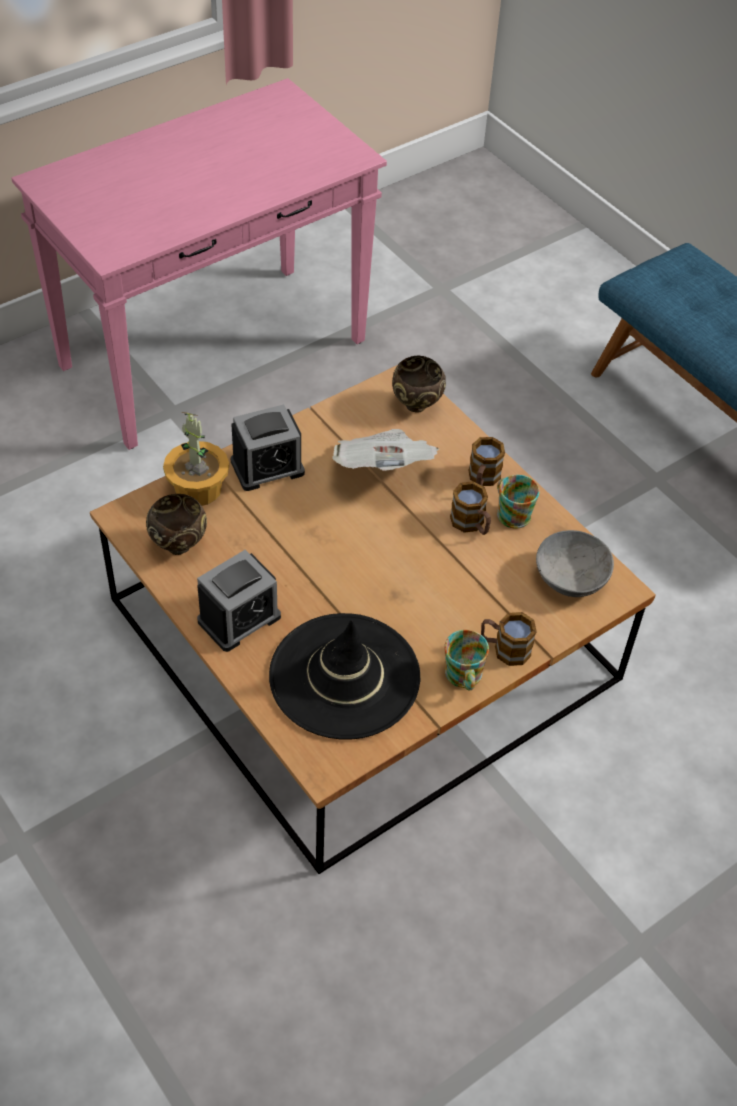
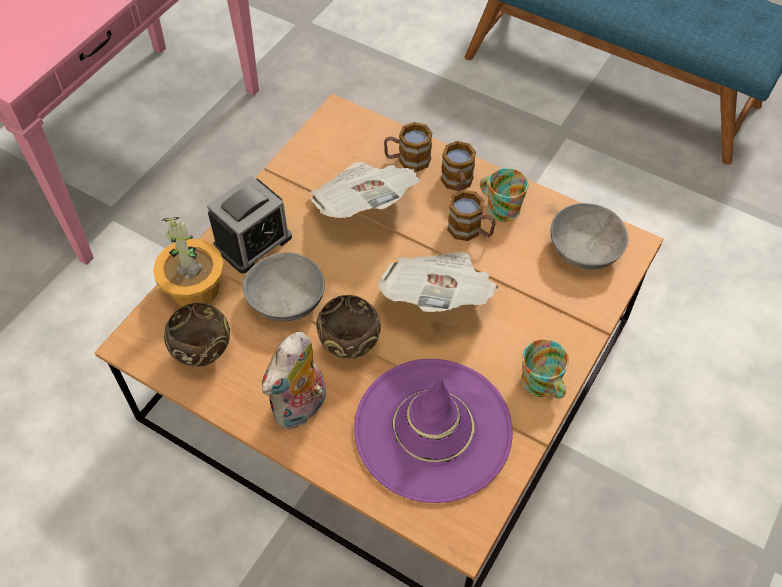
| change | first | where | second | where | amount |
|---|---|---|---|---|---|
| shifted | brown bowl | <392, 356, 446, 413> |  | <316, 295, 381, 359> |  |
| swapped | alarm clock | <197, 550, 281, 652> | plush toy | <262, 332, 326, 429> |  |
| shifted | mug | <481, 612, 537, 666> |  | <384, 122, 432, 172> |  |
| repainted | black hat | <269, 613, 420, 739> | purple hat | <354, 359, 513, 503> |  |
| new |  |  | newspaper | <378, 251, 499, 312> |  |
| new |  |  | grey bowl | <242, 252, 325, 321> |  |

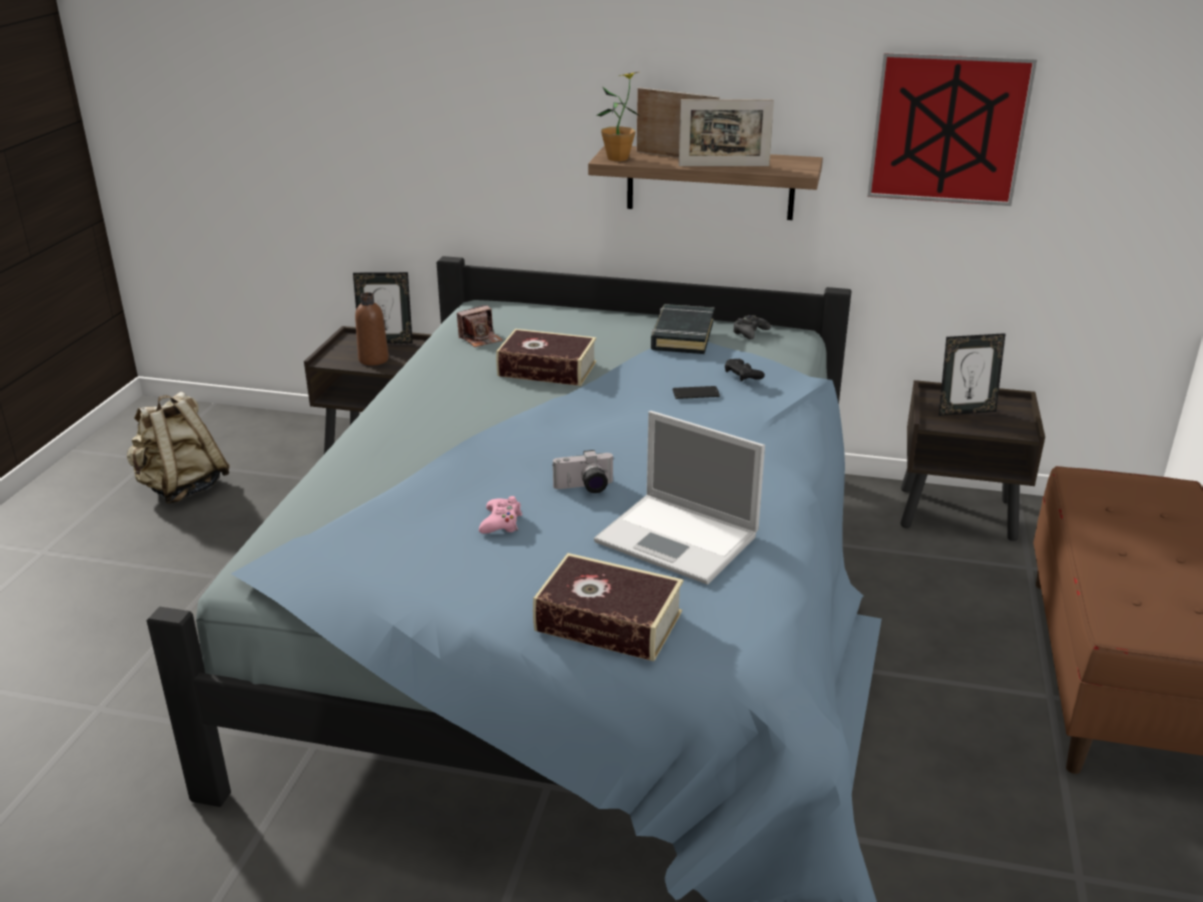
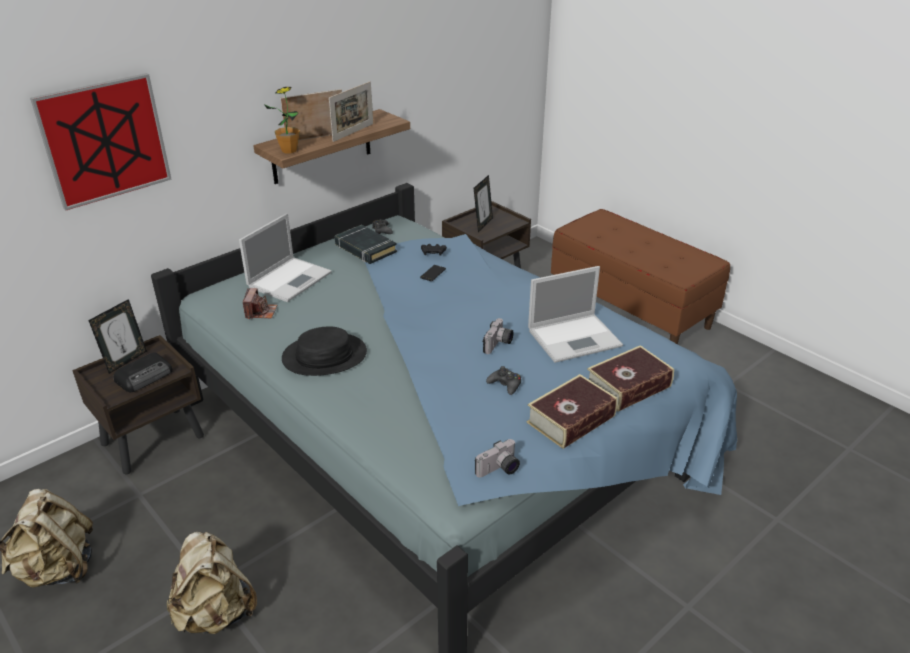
| change | first | where | second | where | amount |
|---|---|---|---|---|---|
| shifted | picture | <867, 52, 1037, 206> |  | <30, 73, 172, 210> |  |
| swapped | brown bottle | <355, 292, 389, 366> | radio | <113, 352, 173, 392> |  |
| shifted | book | <496, 329, 596, 386> |  | <527, 374, 617, 449> |  |
| repainted | pink game controller | <479, 496, 522, 534> | black game controller | <486, 366, 521, 395> |  |
| new |  |  | laptop | <239, 213, 332, 302> |  |
| new |  |  | black hat | <282, 326, 367, 376> |  |
| new |  |  | photo camera | <475, 439, 520, 478> |  |
| new |  |  | beige backpack | <167, 532, 257, 634> |  |

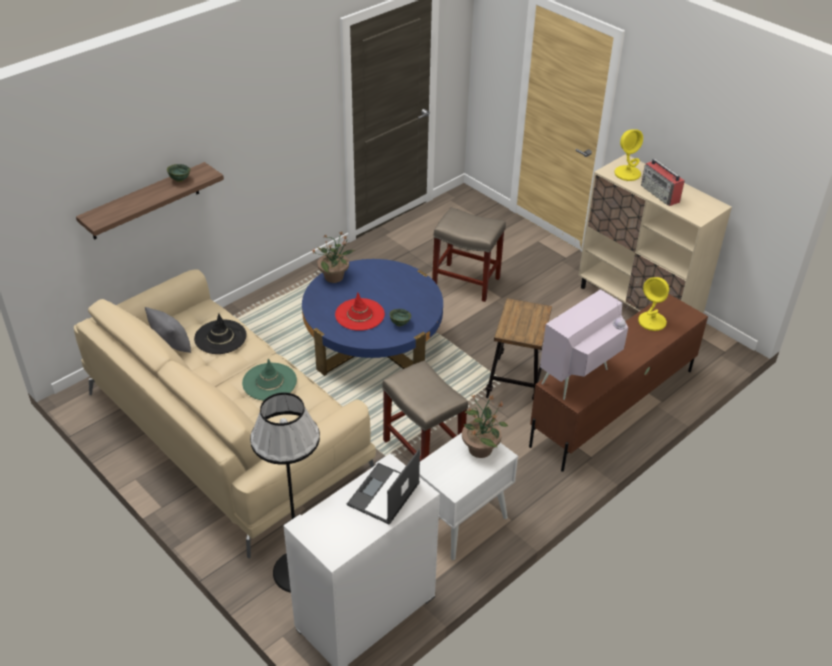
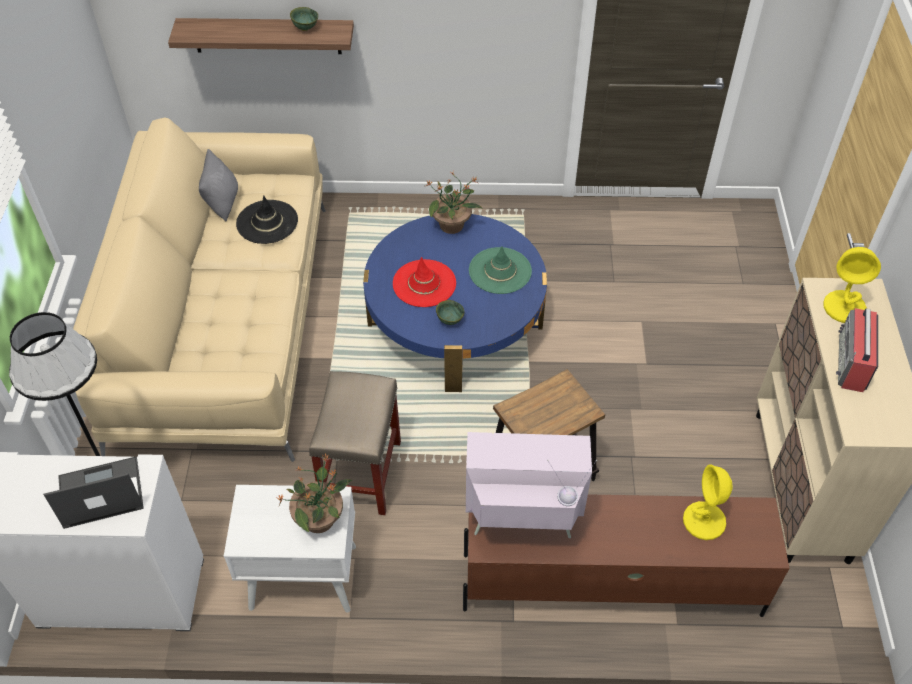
| change | first | where | second | where | amount |
|---|---|---|---|---|---|
| gone | beige stool | <432, 207, 506, 302> |  |  |  |
| shifted | green hat | <242, 359, 297, 401> |  | <469, 246, 532, 294> |  |

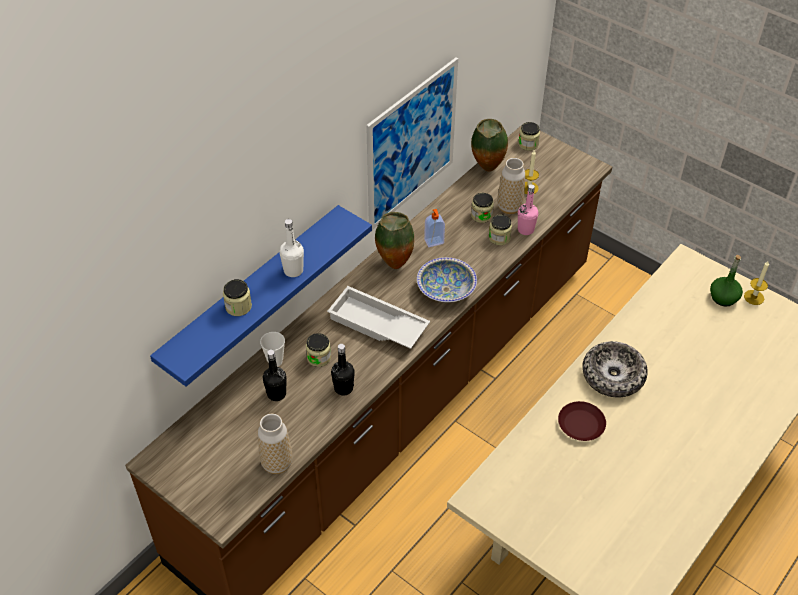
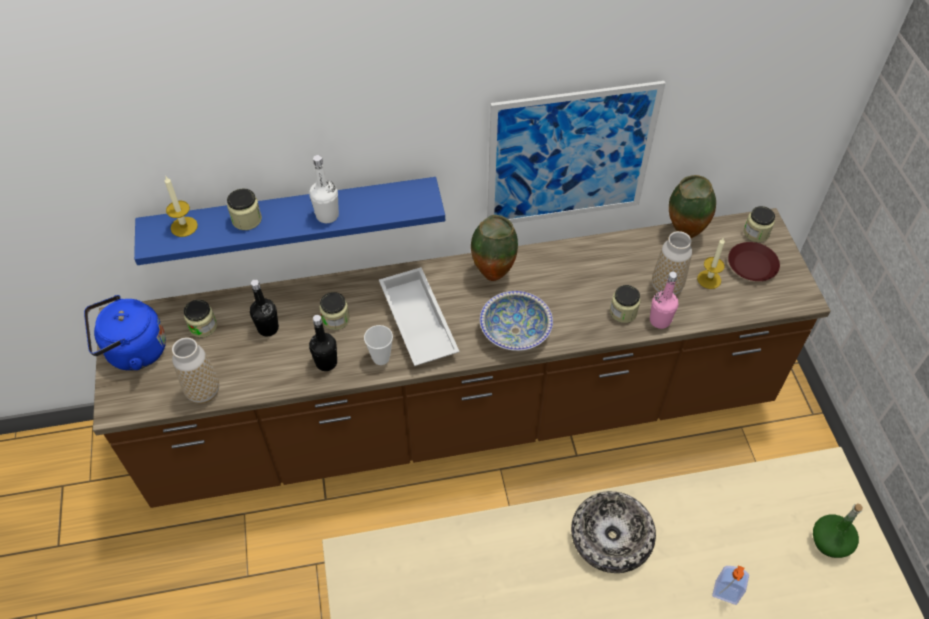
| change | first | where | second | where | amount |
|---|---|---|---|---|---|
| shifted | jar | <471, 193, 494, 223> |  | <184, 300, 217, 337> |  |
| shifted | soap dispenser | <424, 209, 445, 247> |  | <712, 566, 749, 605> |  |
| shifted | candle | <744, 260, 769, 305> |  | <165, 177, 198, 237> |  |
| shifted | cup | <260, 332, 285, 367> |  | <364, 325, 393, 365> |  |
| shifted | brown plate | <558, 401, 606, 441> |  | <728, 242, 780, 281> |  |
| new |  |  | blue kettle | <84, 295, 166, 371> |  |

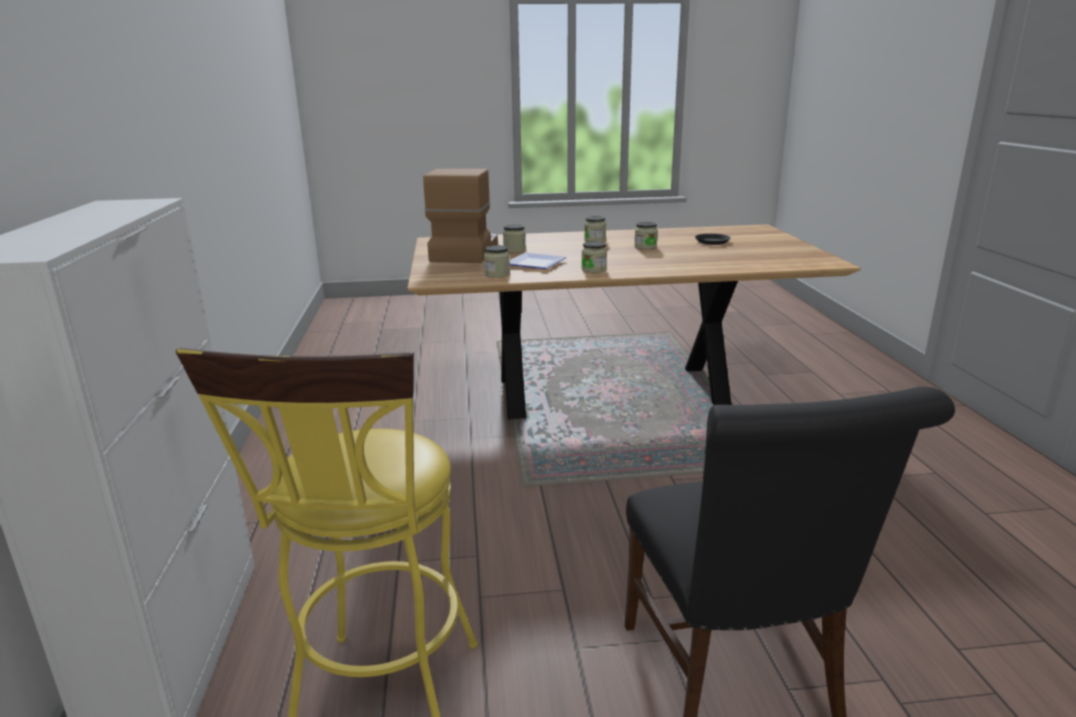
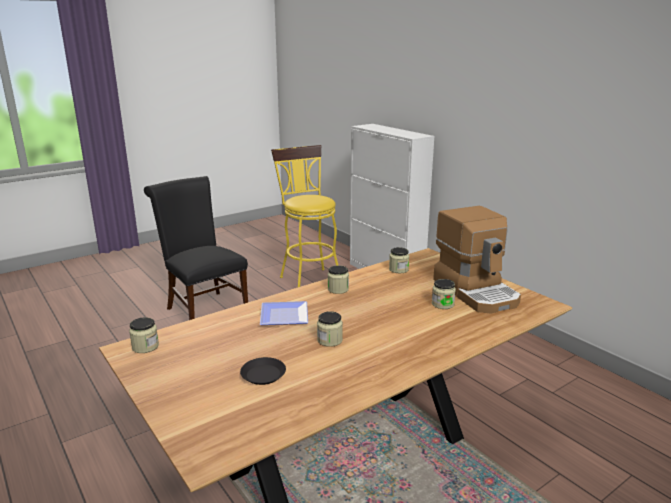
| change | first | where | second | where | amount |
|---|---|---|---|---|---|
| shifted | jar | <584, 216, 606, 242> |  | <129, 317, 159, 353> |  |
| shifted | plate | <510, 253, 567, 269> |  | <260, 301, 308, 325> |  |

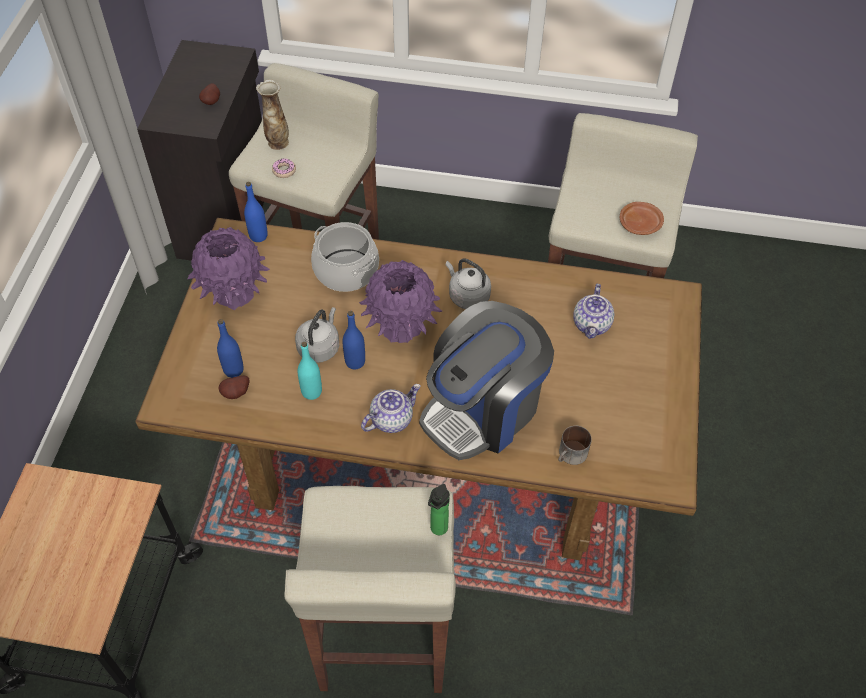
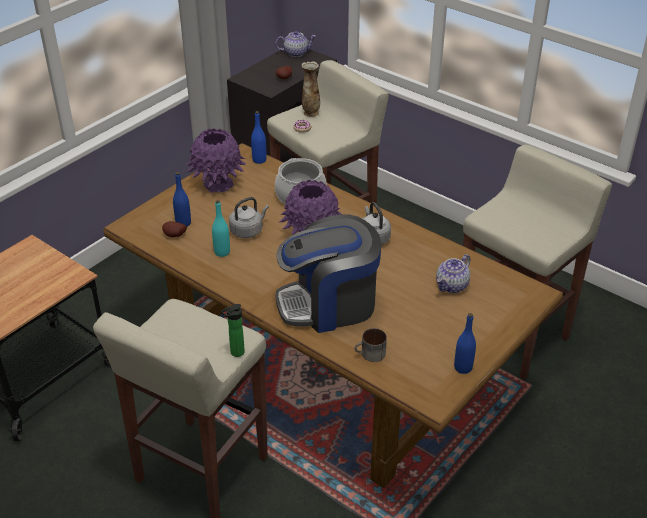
| change | first | where | second | where | amount |
|---|---|---|---|---|---|
| gone | brown plate | <620, 202, 664, 235> |  |  |  |
| shifted | blue bottle | <343, 311, 365, 369> |  | <454, 313, 476, 374> |  |
| shifted | teapot | <361, 384, 421, 433> |  | <275, 31, 316, 57> |  |

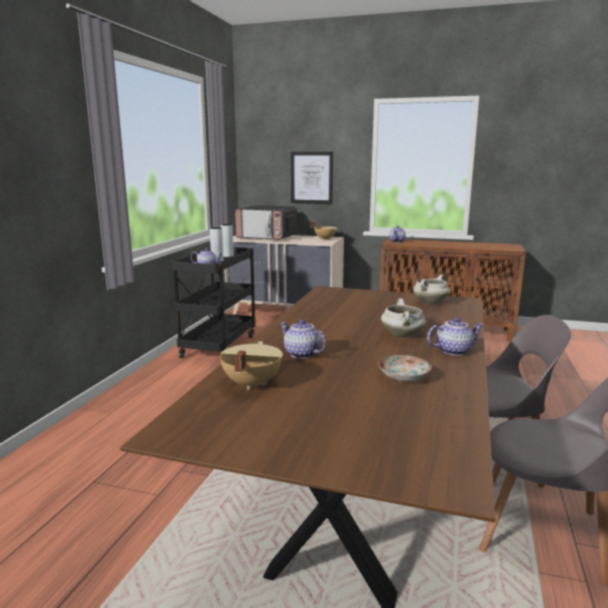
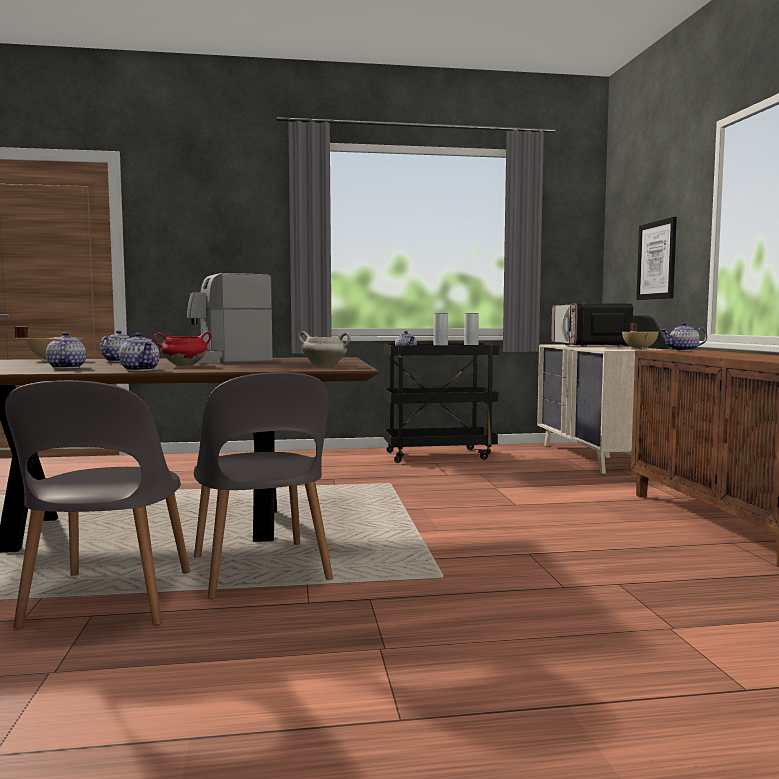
| change | first | where | second | where | amount |
|---|---|---|---|---|---|
| repainted | white cooking pot | <381, 298, 426, 338> | red cooking pot | <154, 331, 212, 366> |  |
| swapped | plate | <378, 355, 432, 382> | teapot | <46, 332, 86, 369> |  |
| new |  |  | coffee machine | <187, 273, 273, 363> |  |

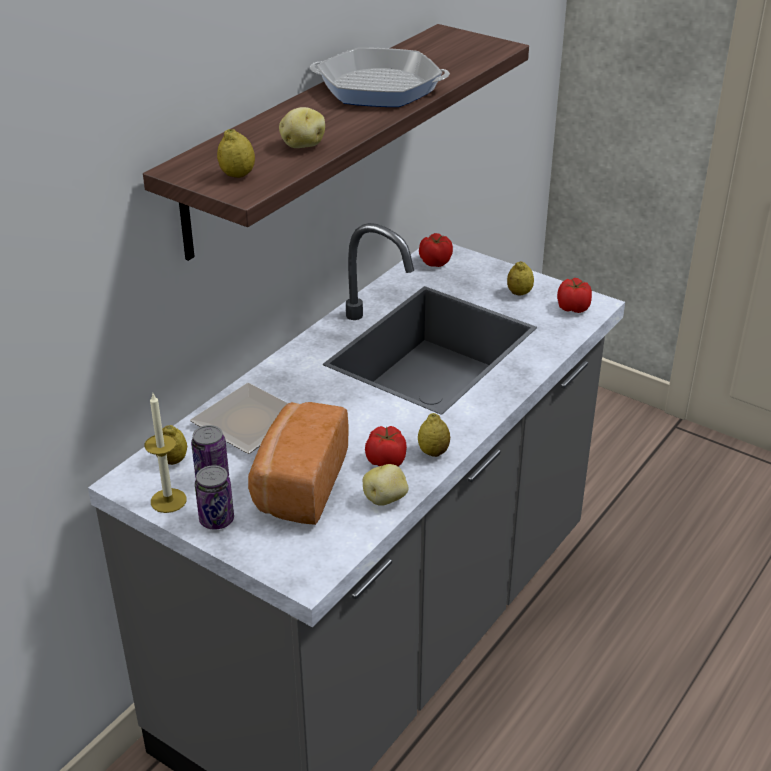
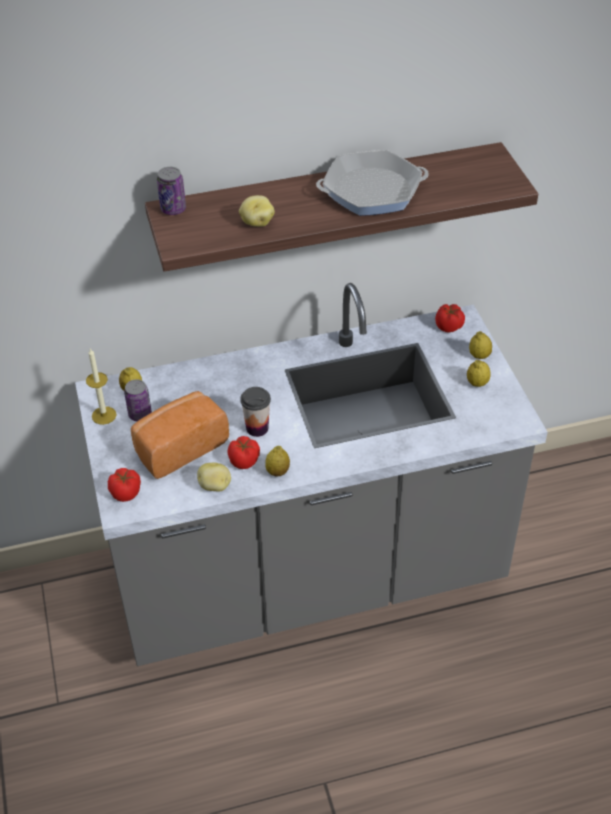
| change | first | where | second | where | amount |
|---|---|---|---|---|---|
| rotated | frying pan | <310, 47, 450, 107> |  | <316, 150, 429, 216> | 120 degrees clockwise |
| shifted | lemon | <217, 129, 255, 178> |  | <469, 331, 492, 359> |  |
| shifted | tomato | <557, 278, 592, 313> |  | <108, 468, 141, 502> |  |
| gone | plate | <190, 383, 288, 454> |  |  |  |
| shifted | can | <195, 465, 234, 530> |  | <157, 167, 186, 215> |  |
| new |  |  | cup | <240, 387, 271, 437> |  |

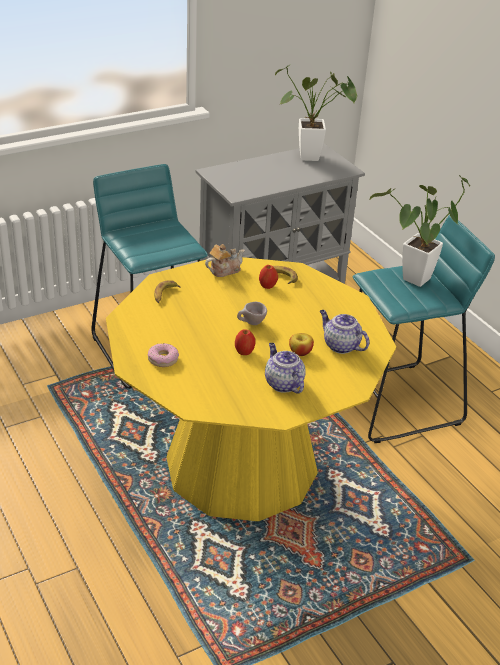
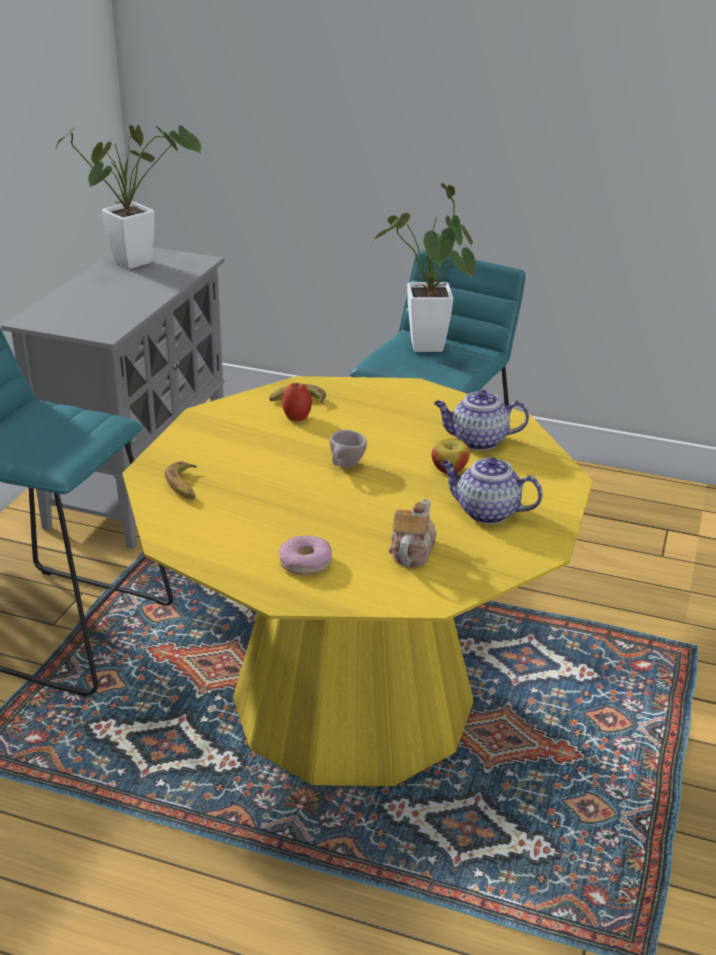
| change | first | where | second | where | amount |
|---|---|---|---|---|---|
| shifted | teapot | <205, 244, 245, 277> |  | <389, 499, 436, 567> |  |
| gone | apple | <235, 329, 256, 355> |  |  |  |

